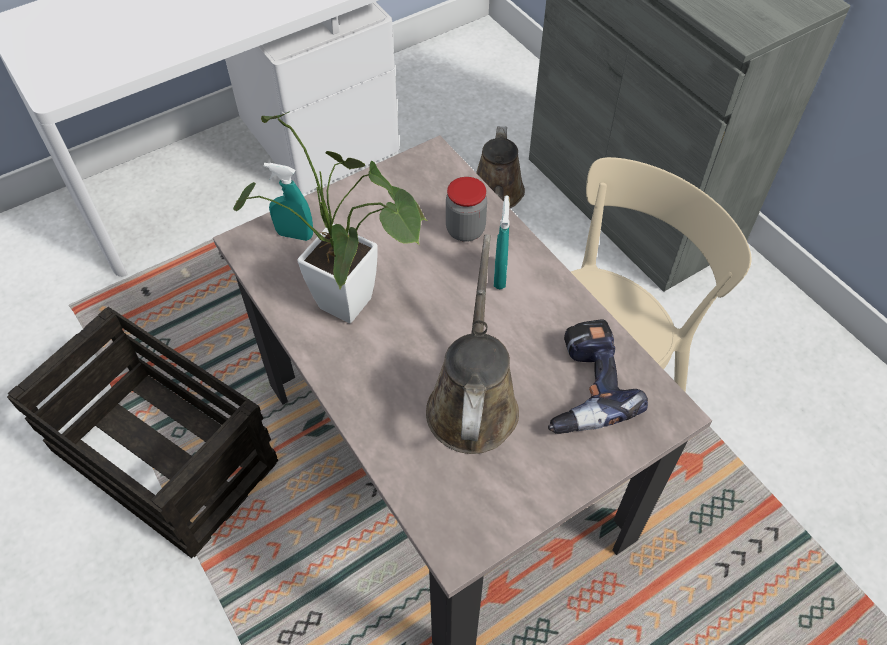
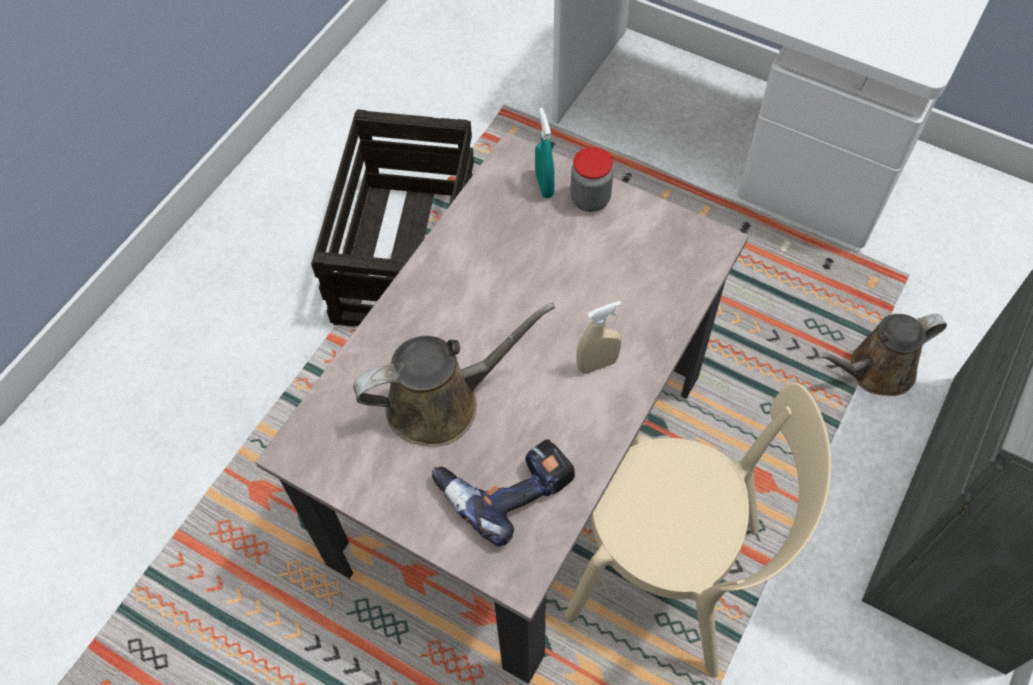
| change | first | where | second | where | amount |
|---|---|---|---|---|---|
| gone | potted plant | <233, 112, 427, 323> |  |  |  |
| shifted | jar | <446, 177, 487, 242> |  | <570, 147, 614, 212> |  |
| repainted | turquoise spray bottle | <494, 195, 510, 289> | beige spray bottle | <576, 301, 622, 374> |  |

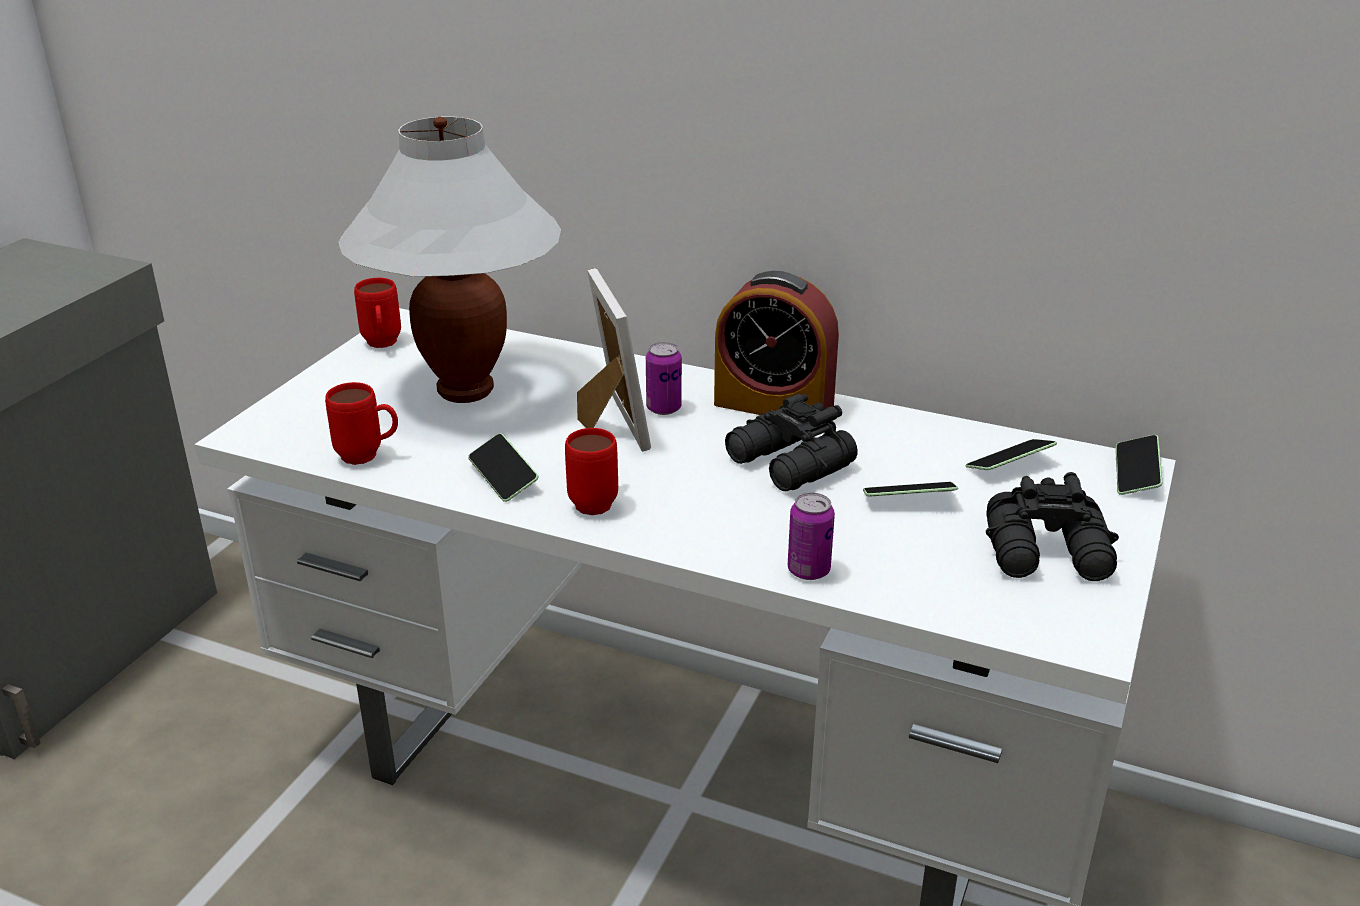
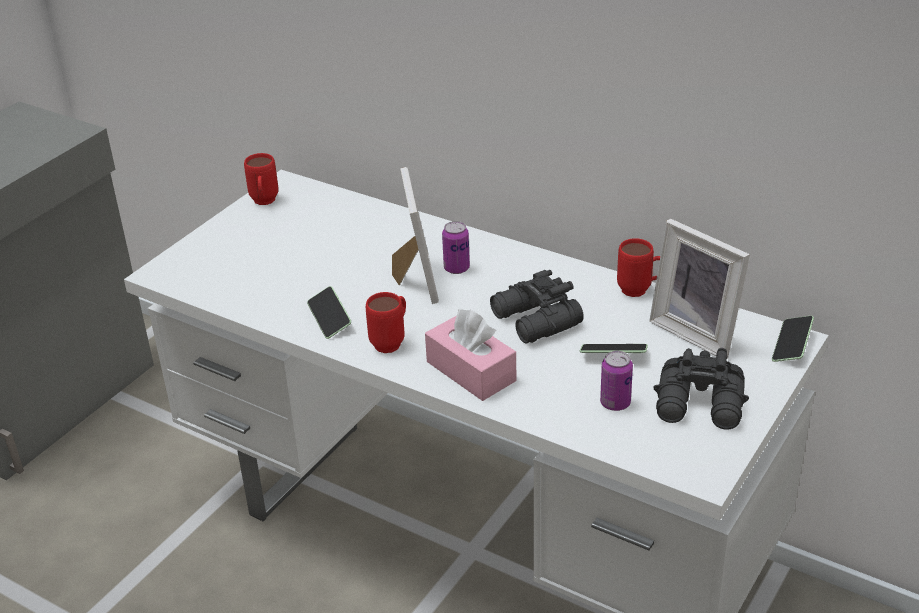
| change | first | where | second | where | amount |
|---|---|---|---|---|---|
| gone | white table lamp | <338, 117, 561, 403> |  |  |  |
| gone | alarm clock | <714, 271, 839, 415> |  |  |  |
| shifted | red mug | <325, 382, 398, 465> |  | <617, 238, 660, 297> |  |
| swapped | phone | <966, 439, 1057, 470> | picture frame | <649, 219, 750, 359> |  |
| shifted | can | <788, 493, 835, 580> |  | <600, 351, 633, 411> |  |
| new |  |  | pink tissue box | <425, 309, 516, 401> |  |

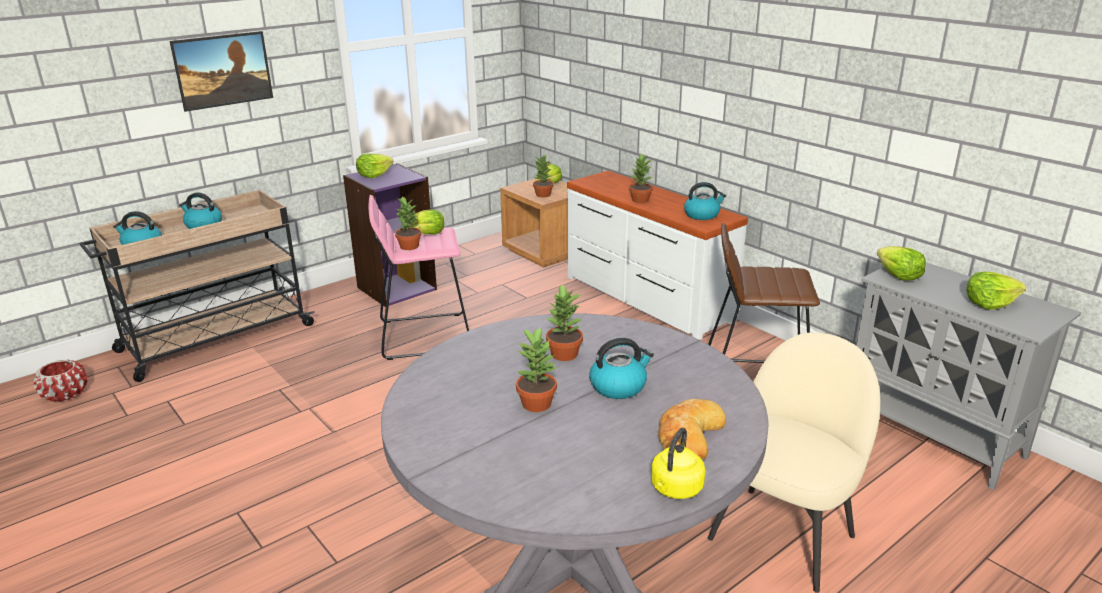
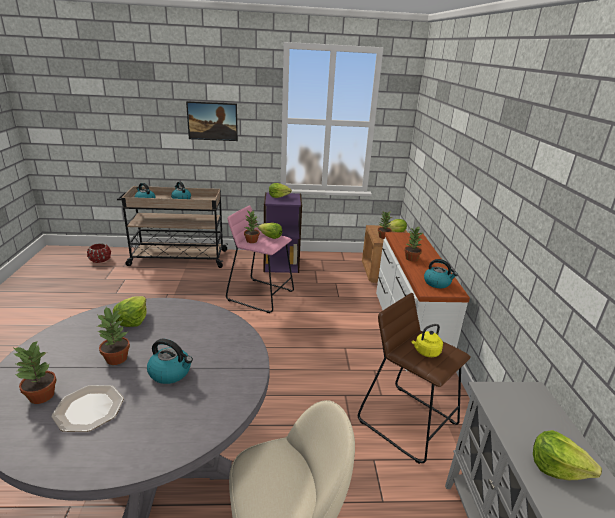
| change | first | where | second | where | amount |
|---|---|---|---|---|---|
| shifted | lettuce | <877, 246, 926, 281> |  | <113, 296, 147, 327> |  |
| shifted | potted plant | <546, 285, 583, 361> |  | <13, 340, 57, 404> |  |
| gone | bread | <658, 399, 726, 459> |  |  |  |
| shifted | yellow kettle | <651, 428, 705, 499> |  | <412, 324, 443, 357> |  |
| new |  |  | plate | <52, 385, 124, 432> |  |

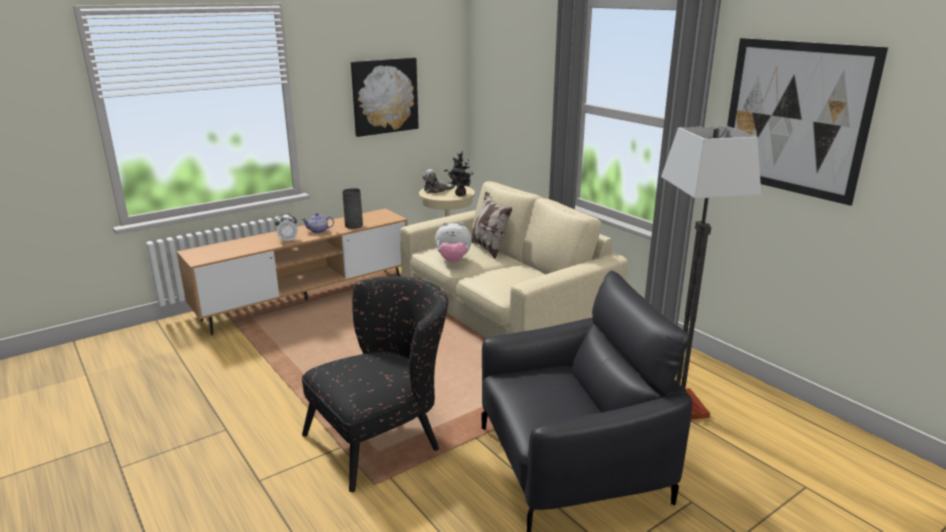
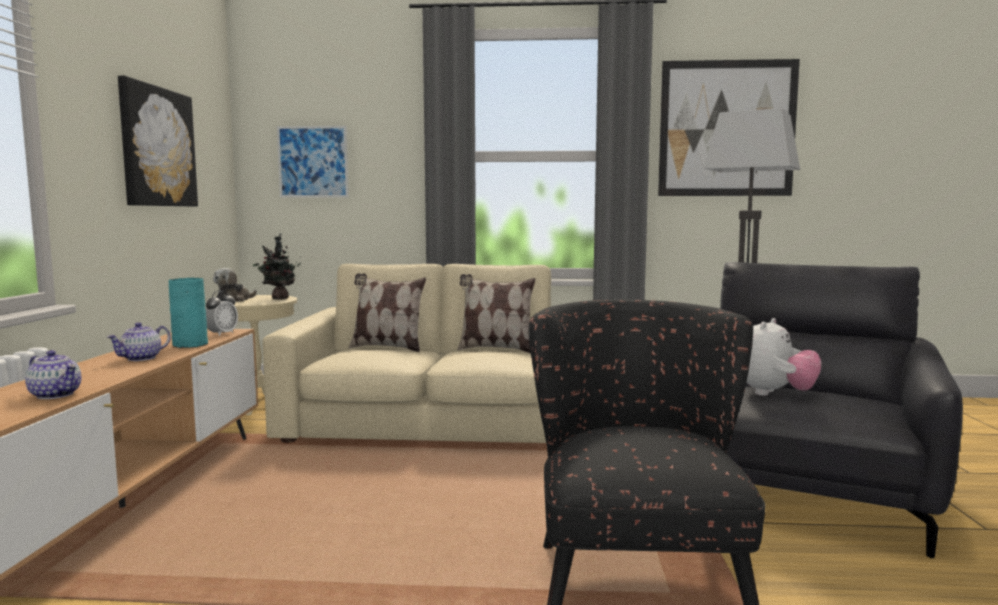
| change | first | where | second | where | amount |
|---|---|---|---|---|---|
| repainted | grey vase | <343, 188, 363, 229> | turquoise vase | <169, 278, 208, 348> |  |
| shifted | alarm clock | <275, 213, 298, 243> |  | <205, 290, 238, 336> |  |
| shifted | plush toy | <435, 222, 472, 262> |  | <746, 318, 822, 396> |  |
| new |  |  | picture | <277, 126, 349, 198> |  |
| new |  |  | pillow | <457, 274, 535, 353> |  |
| new |  |  | teapot | <25, 350, 81, 399> |  |

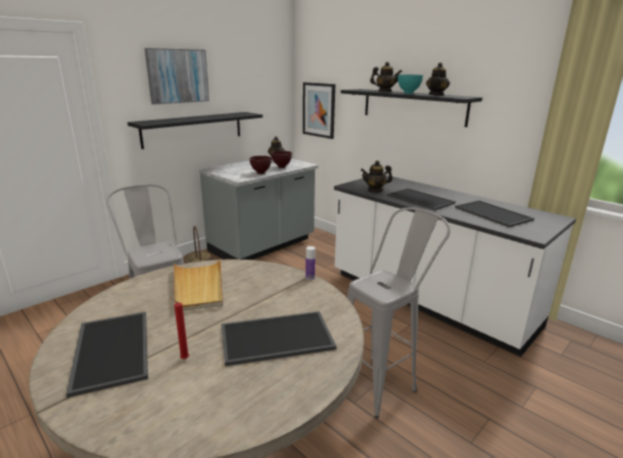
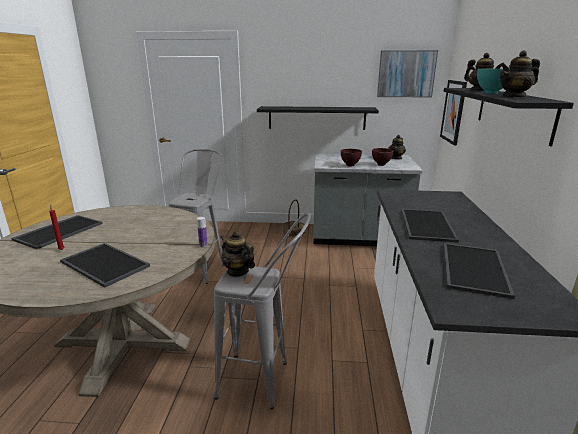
| change | first | where | second | where | amount |
|---|---|---|---|---|---|
| shifted | picture | <145, 48, 209, 105> |  | <377, 50, 438, 97> |  |
| shifted | teapot | <361, 161, 392, 193> |  | <220, 231, 255, 277> |  |
| gone | beige tray | <174, 259, 223, 311> |  |  |  |

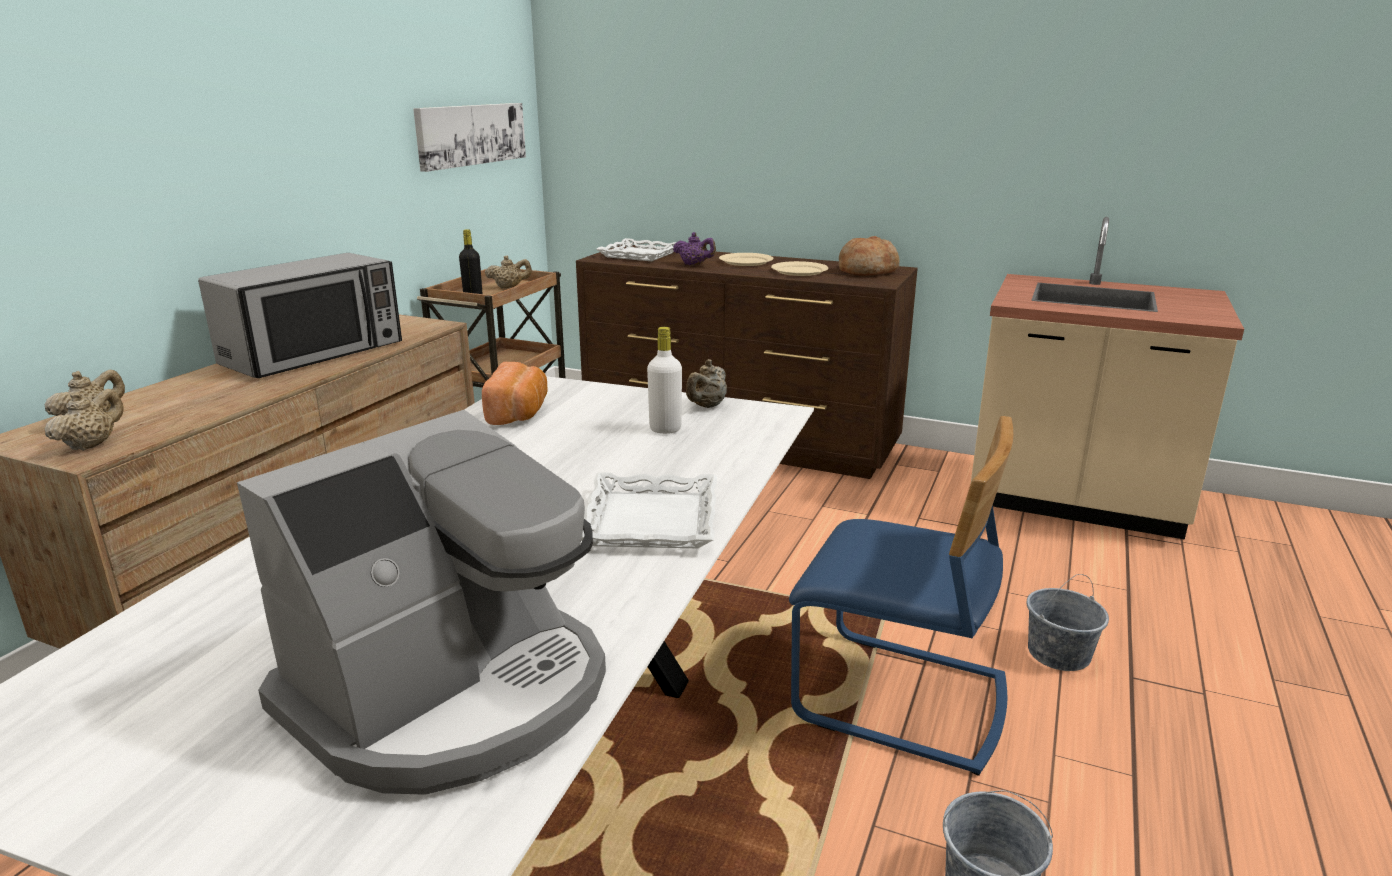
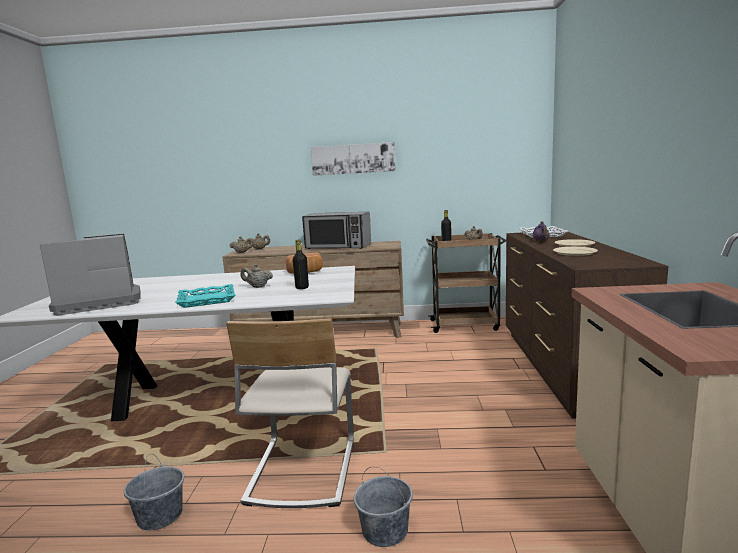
| change | first | where | second | where | amount |
|---|---|---|---|---|---|
| shifted | picture | <413, 103, 526, 172> |  | <311, 142, 396, 176> |  |
| gone | bread | <839, 236, 900, 276> |  |  |  |
| repainted | white bottle | <647, 327, 682, 434> | black bottle | <292, 240, 309, 289> |  |
| shifted | beige teapot | <686, 359, 727, 408> |  | <240, 264, 273, 288> |  |
| rotated | coffee machine | <237, 410, 606, 795> |  | <40, 234, 141, 316> | 135 degrees clockwise |
| repainted | blue chair | <789, 416, 1013, 776> | beige chair | <226, 318, 354, 508> |  |
| repainted | white tray | <582, 473, 717, 548> | turquoise tray | <175, 284, 235, 308> |  |

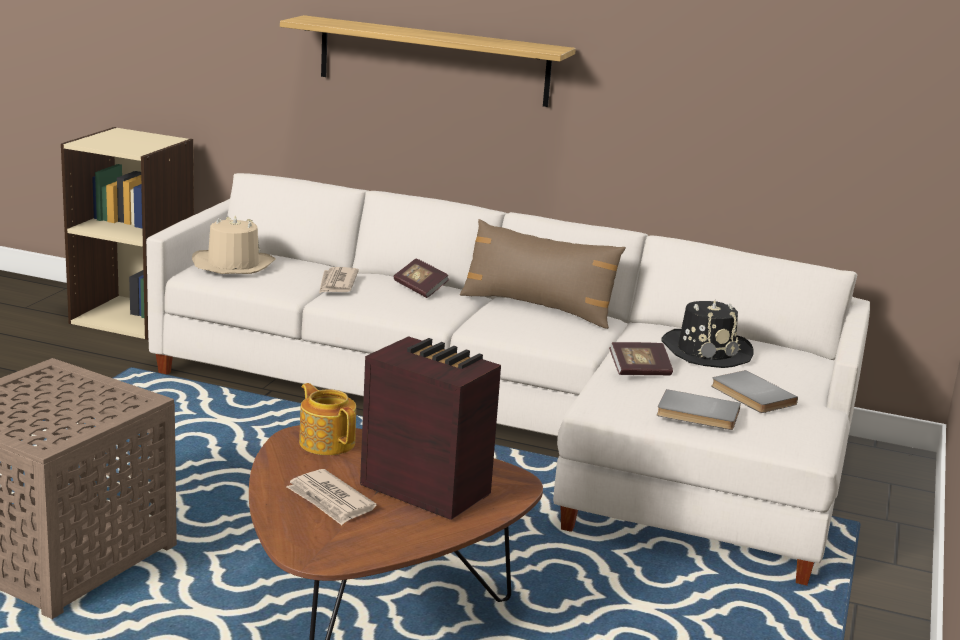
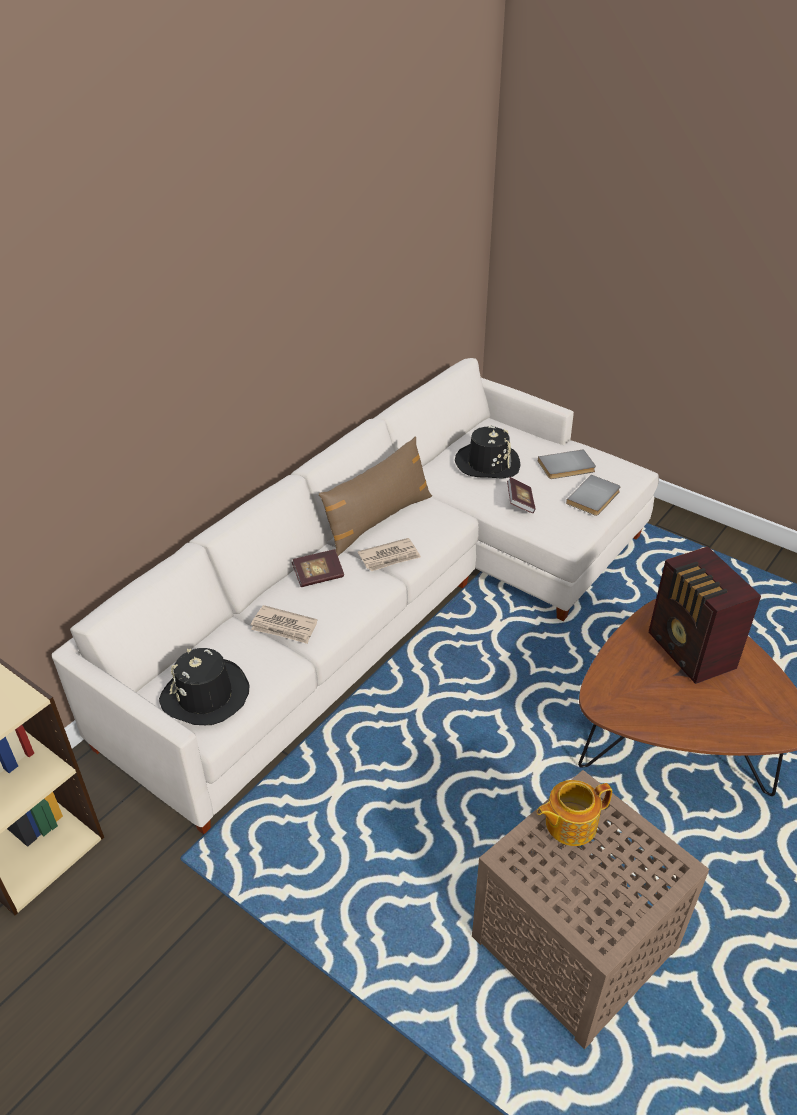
| change | first | where | second | where | amount |
|---|---|---|---|---|---|
| gone | shelf | <280, 15, 576, 107> |  |  |  |
| repainted | beige hat | <192, 216, 276, 274> | black hat | <159, 648, 249, 725> |  |
| rotated | radio | <360, 336, 501, 520> |  | <648, 546, 761, 684> | 75 degrees counterclockwise |
| shifted | teapot | <299, 383, 356, 455> |  | <537, 780, 612, 846> |  |
| shifted | newspaper | <286, 469, 377, 525> |  | <358, 538, 421, 571> |  |

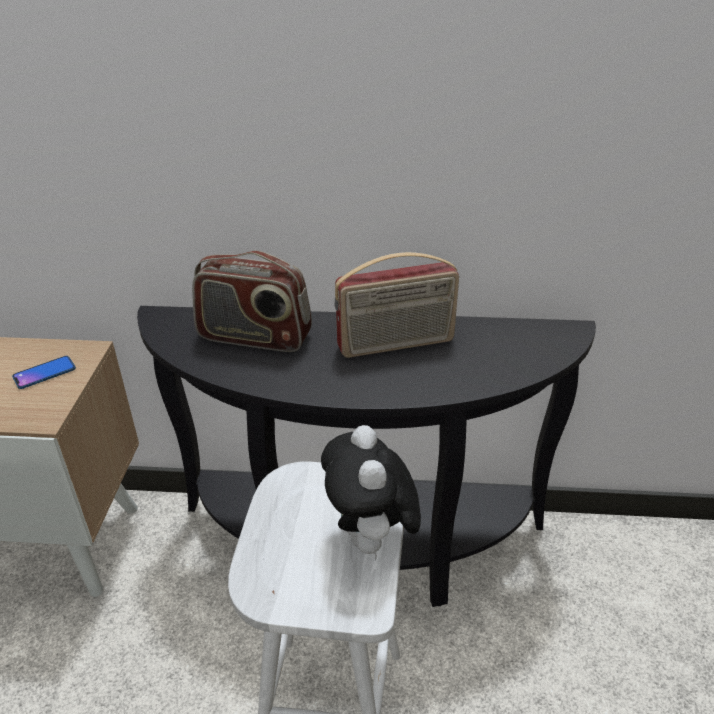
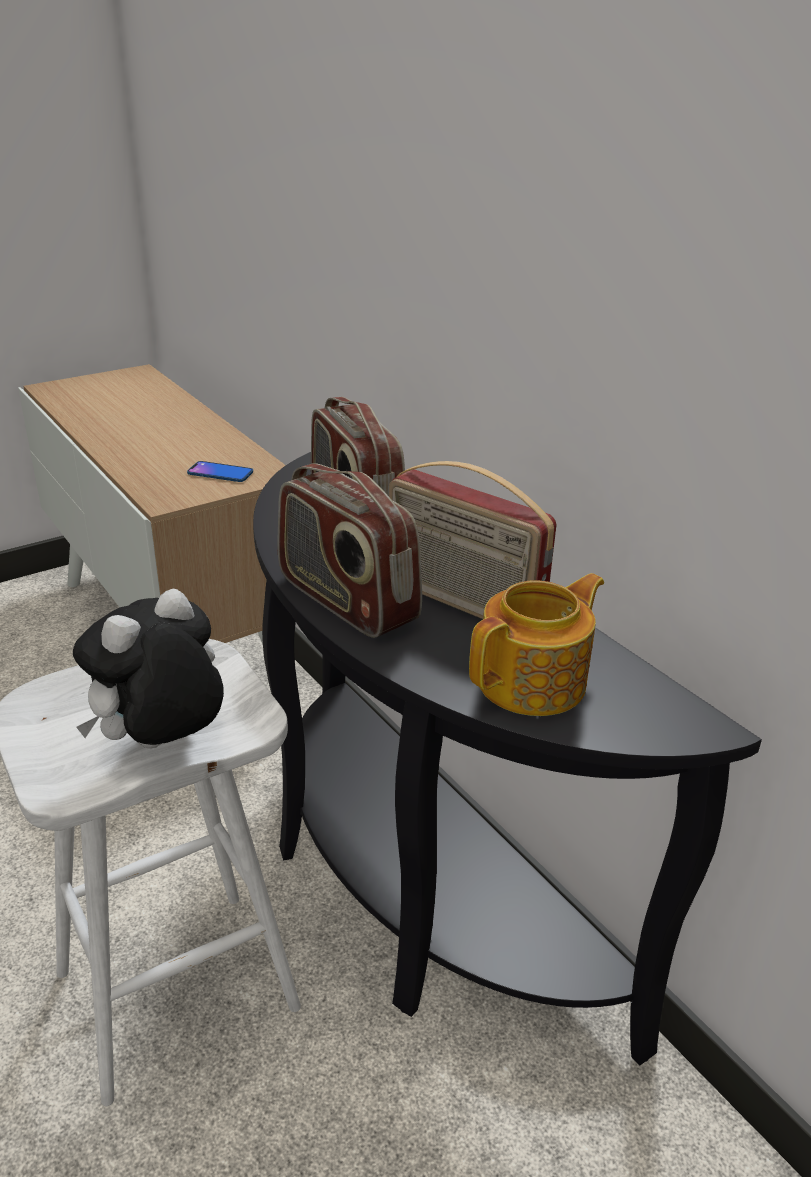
| change | first | where | second | where | amount |
|---|---|---|---|---|---|
| new |  |  | radio | <277, 463, 422, 638> |  |
| new |  |  | teapot | <469, 573, 604, 716> |  |

